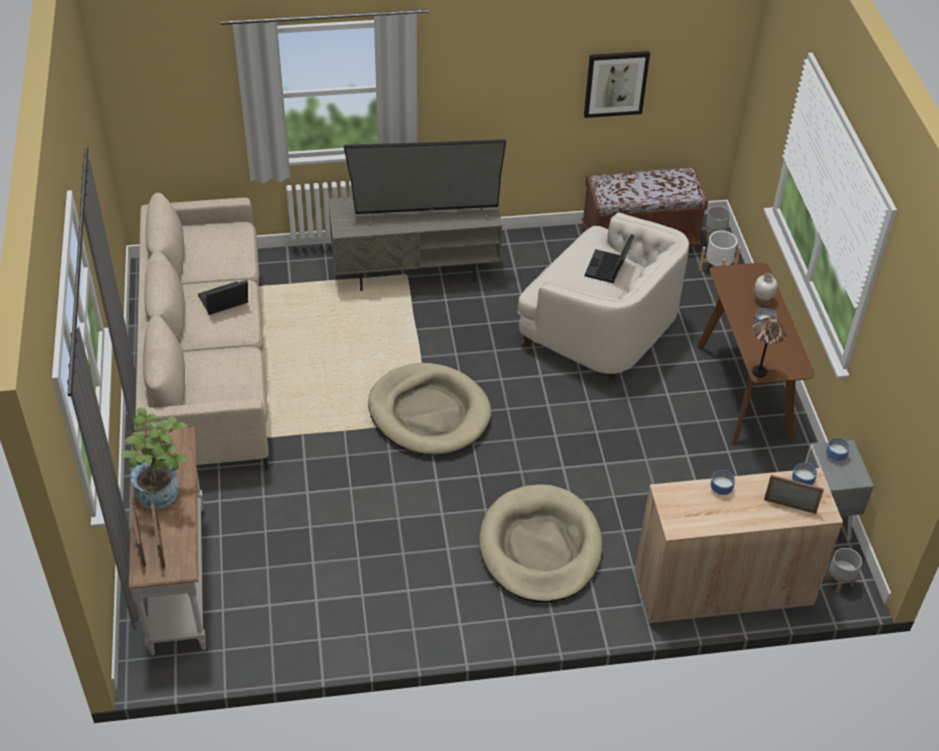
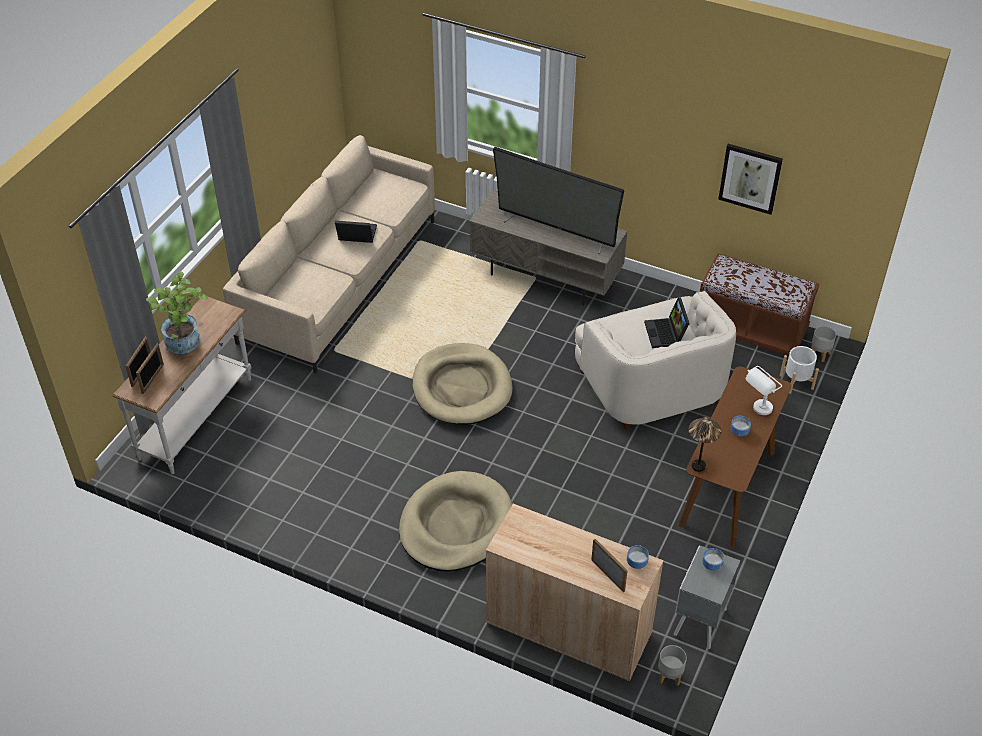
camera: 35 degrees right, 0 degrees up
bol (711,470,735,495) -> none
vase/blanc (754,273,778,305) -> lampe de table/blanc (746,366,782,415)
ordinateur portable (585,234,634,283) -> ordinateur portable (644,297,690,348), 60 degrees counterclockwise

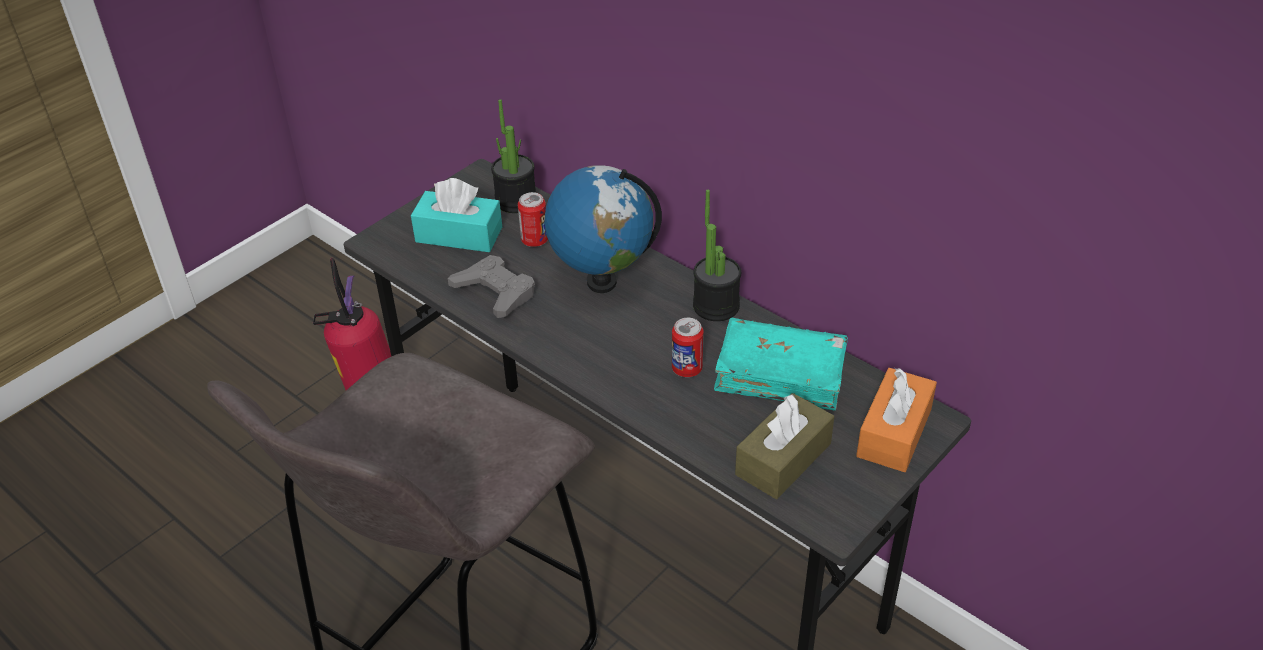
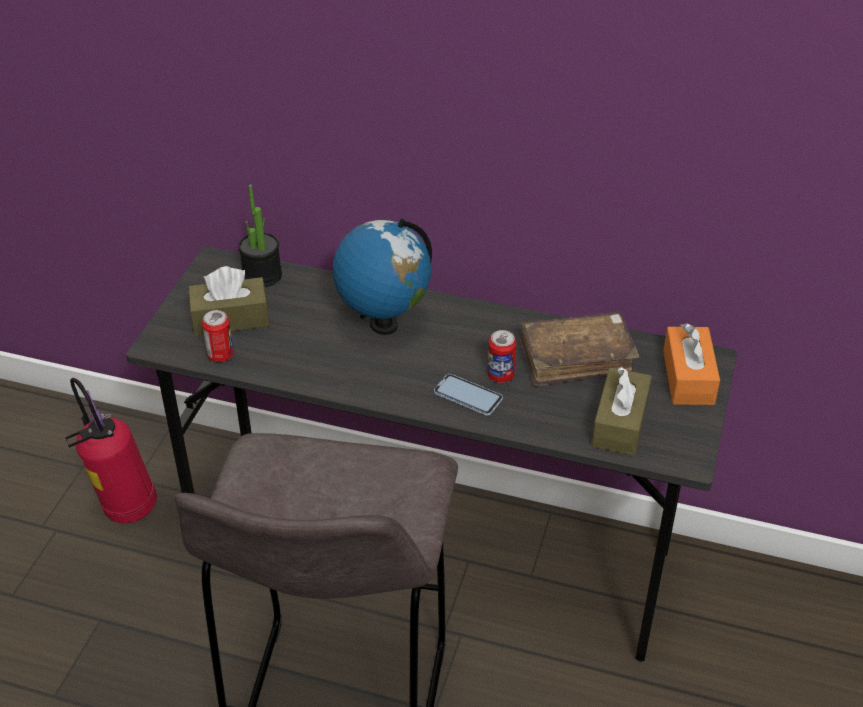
camera: 25 degrees left, 0 degrees up
manette/gris (448,255,535,318) -> none
plante en pot (693,190,741,321) -> none
none -> téléphone (434,374,503,416)
boîte métallique (518,192,548,247) -> boîte métallique (202,310,234,362), relocated
boîte à mouchoirs/turquoise (411,178,502,252) -> boîte à mouchoirs/marron (188,266,269,336)
livre/turquoise (714,318,848,410) -> livre/marron (520,312,639,386)

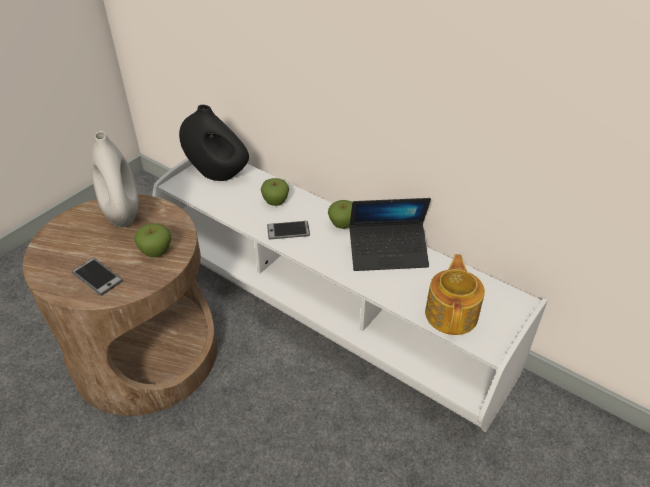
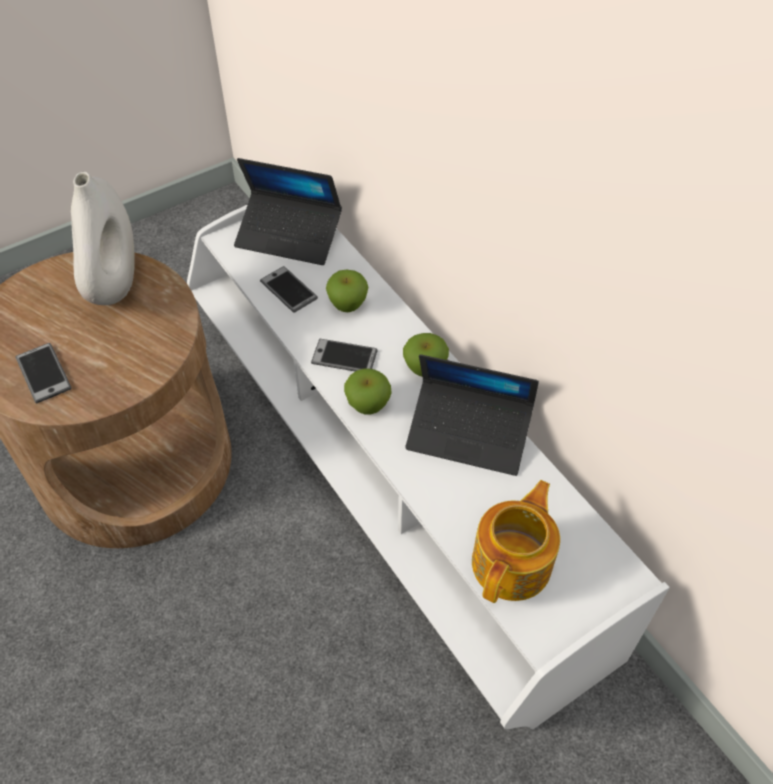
camera: 20 degrees right, 10 degrees up
none -> téléphone (260,266,318,313)
pomme (134,223,171,257) -> pomme (344,368,392,414), relocated
vase/noir (179,105,249,181) -> ordinateur portable (234,158,342,265)

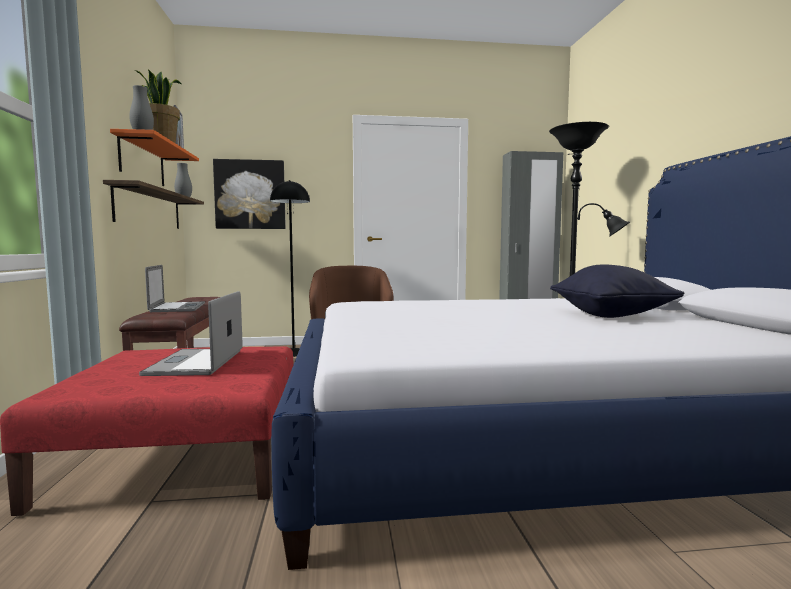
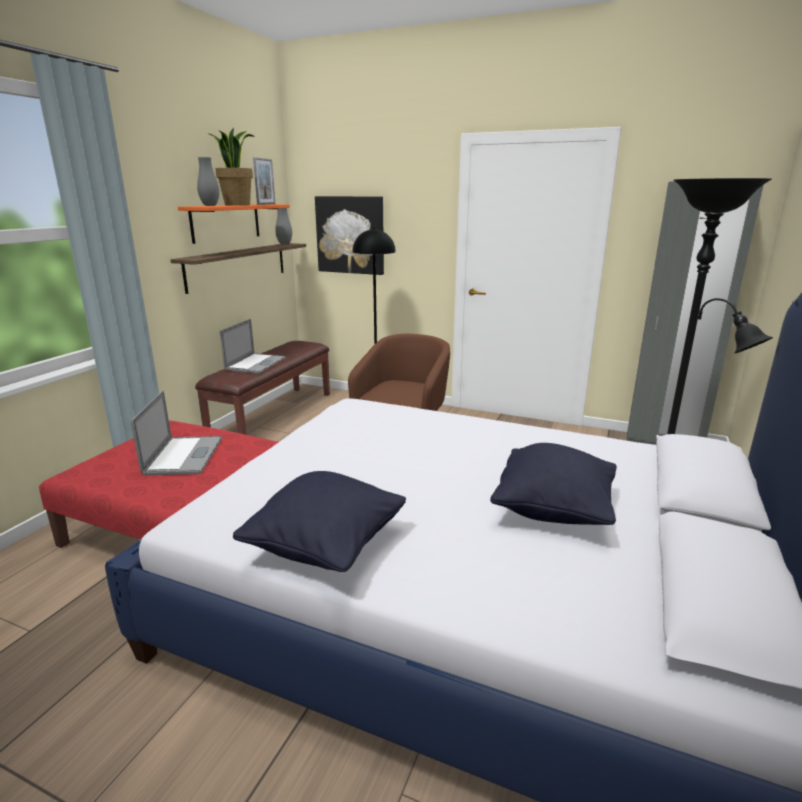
camera: 30 degrees right, 15 degrees up
none -> coussin/noir (233,471,406,572)
ordinateur portable (139,291,243,376) -> ordinateur portable (131,390,222,475), 150 degrees clockwise

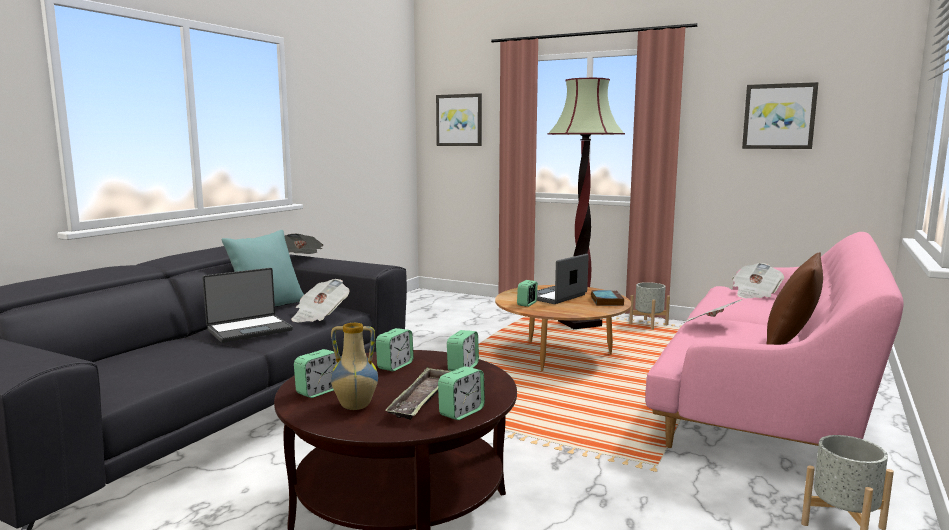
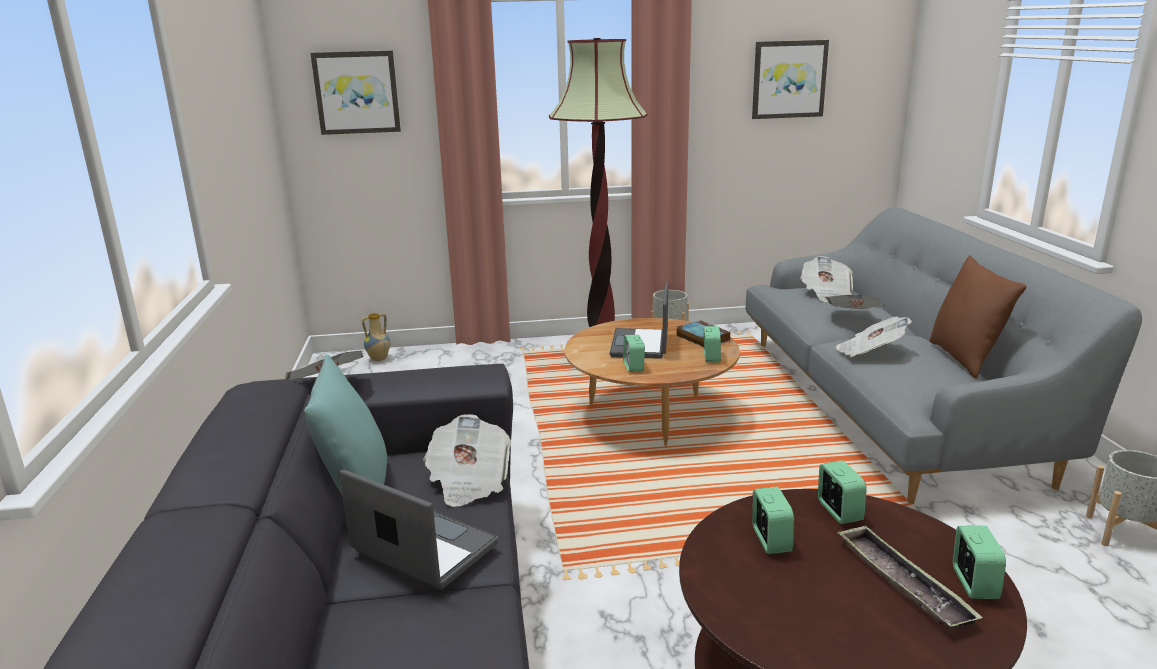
camera: 35 degrees left, 10 degrees up
none -> journal (825,295,885,309)
réveil (294,349,341,398) -> réveil (704,326,721,362), relocated
vase (331,323,378,410) -> vase (362,313,390,361), relocated
canapé/rose (645,232,904,448) -> canapé/gris (746,207,1142,504)
ordinateur portable (202,268,293,343) -> ordinateur portable (339,469,499,589), 75 degrees counterclockwise

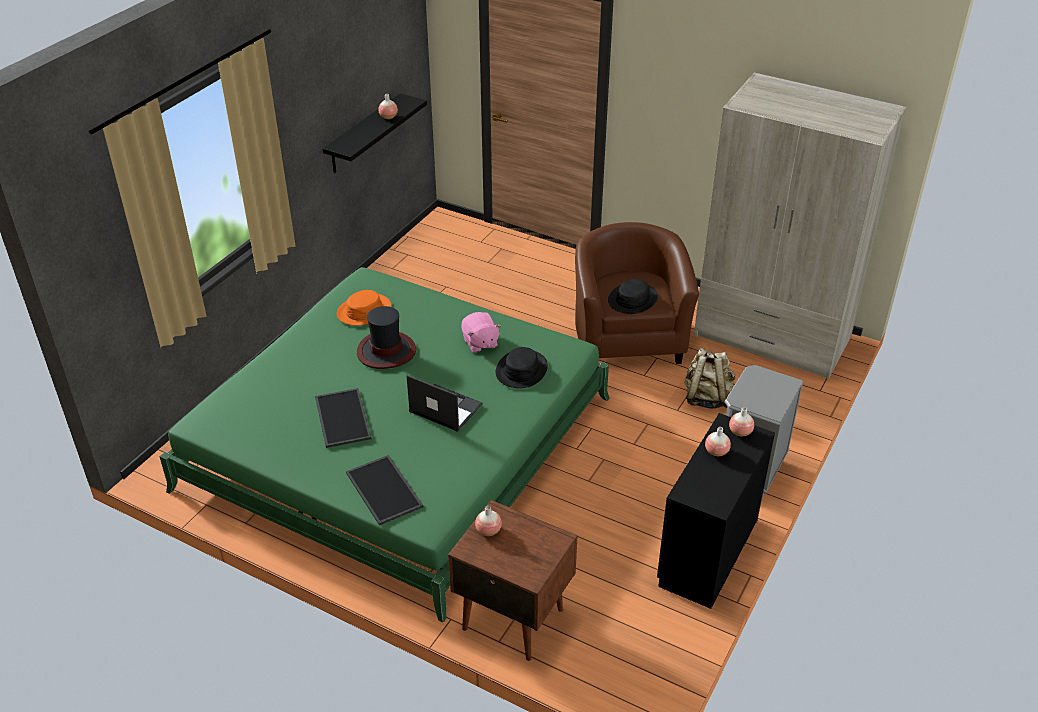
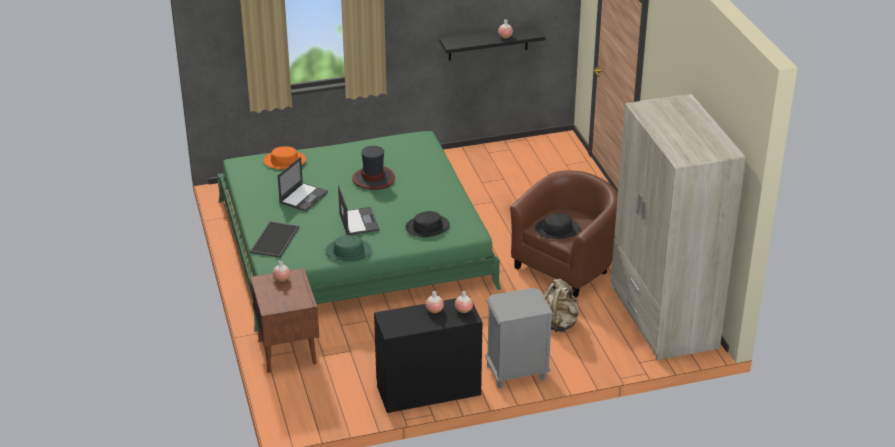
camera: 45 degrees right, 5 degrees down
peluche/rose (461,312,501,353) -> none
none -> chapeau/vert (325,235,372,261)
chapeau/orange (337,290,391,326) -> chapeau/orange (264,146,306,169), relocated
plateau (315,388,371,448) -> ordinateur portable (278,157,328,211)

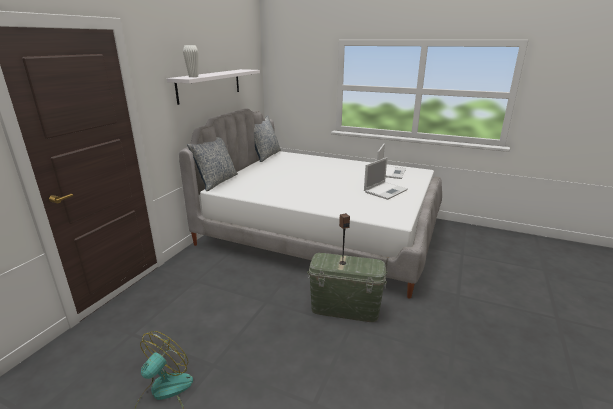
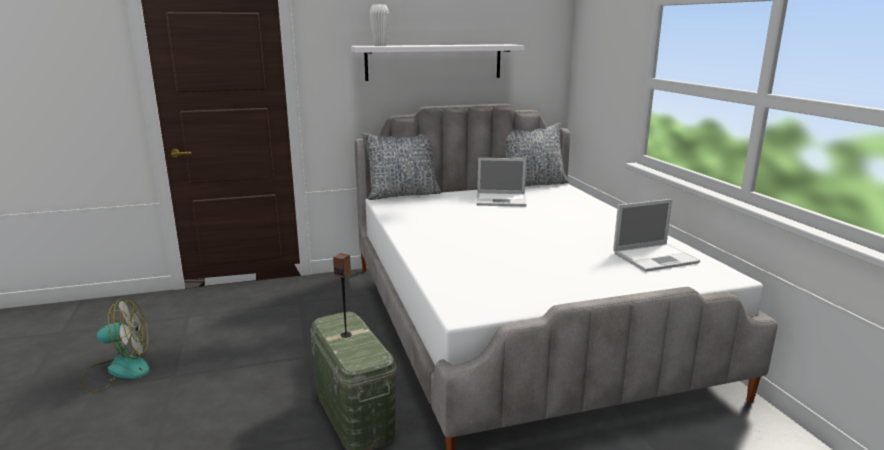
camera: 50 degrees right, 5 degrees down
ordinateur portable (364,157,408,200) -> ordinateur portable (477,158,527,206), relocated

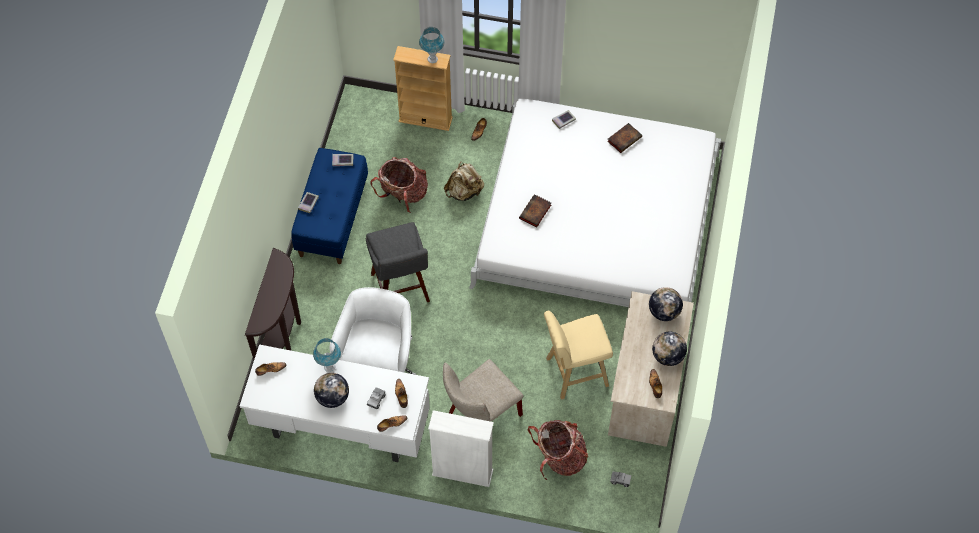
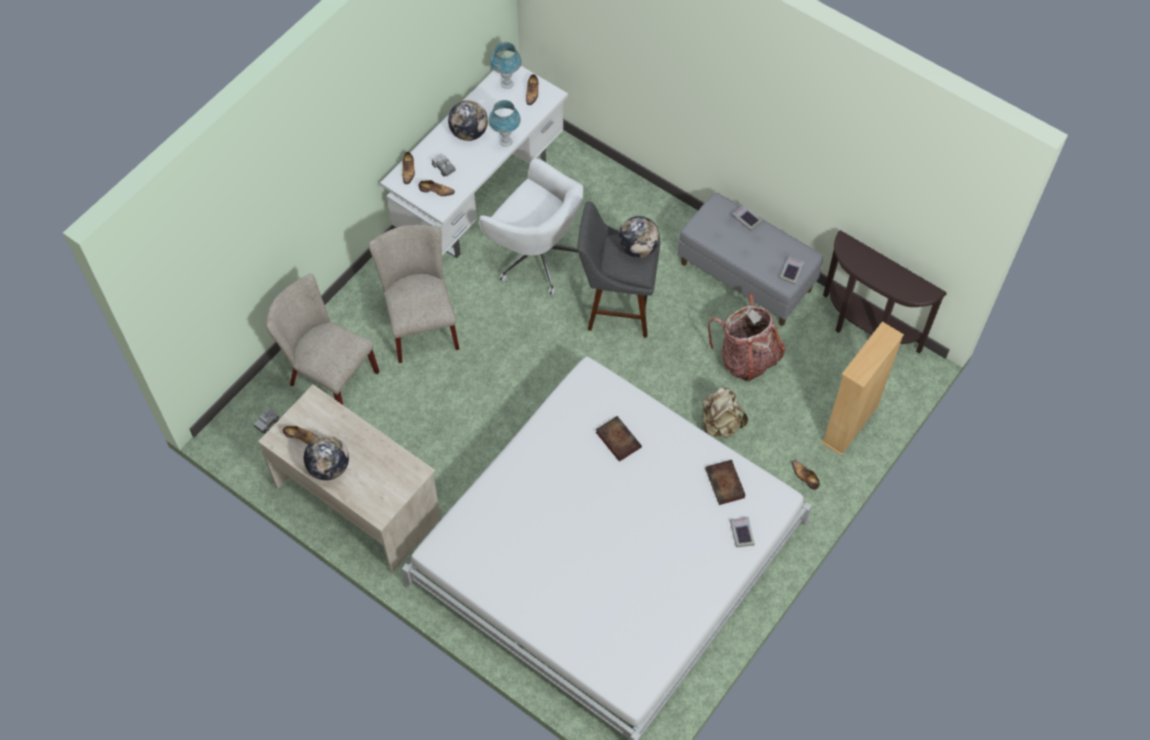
camera: 115 degrees right, 0 degrees up
bibliothèque/blanc (428,410,494,487) -> none
tabouret/beige (544,311,613,400) -> none
table console/marron (245,248,301,359) -> table console/marron (823,230,947,354), relocated
lampe de table/bleu (419,27,445,63) -> lampe de table/bleu (490,42,522,89), relocated
livre (607,123,642,153) -> livre (705,460,746,505), relocated
globe (649,287,683,321) -> globe (618,216,660,258), relocated
sac à dos (528,420,588,480) -> chaise/beige (266,274,380,405)
banc/bleu (291,148,368,264) -> banc/gris (678,192,823,326)

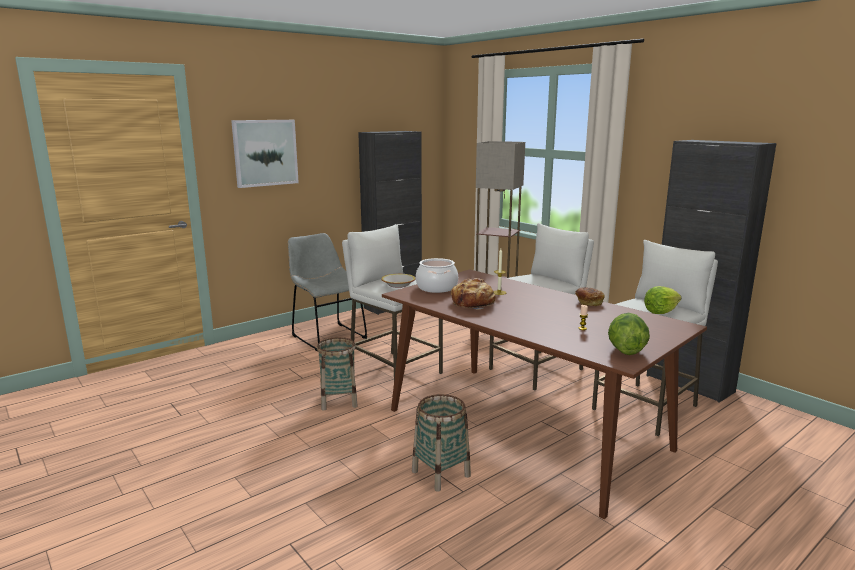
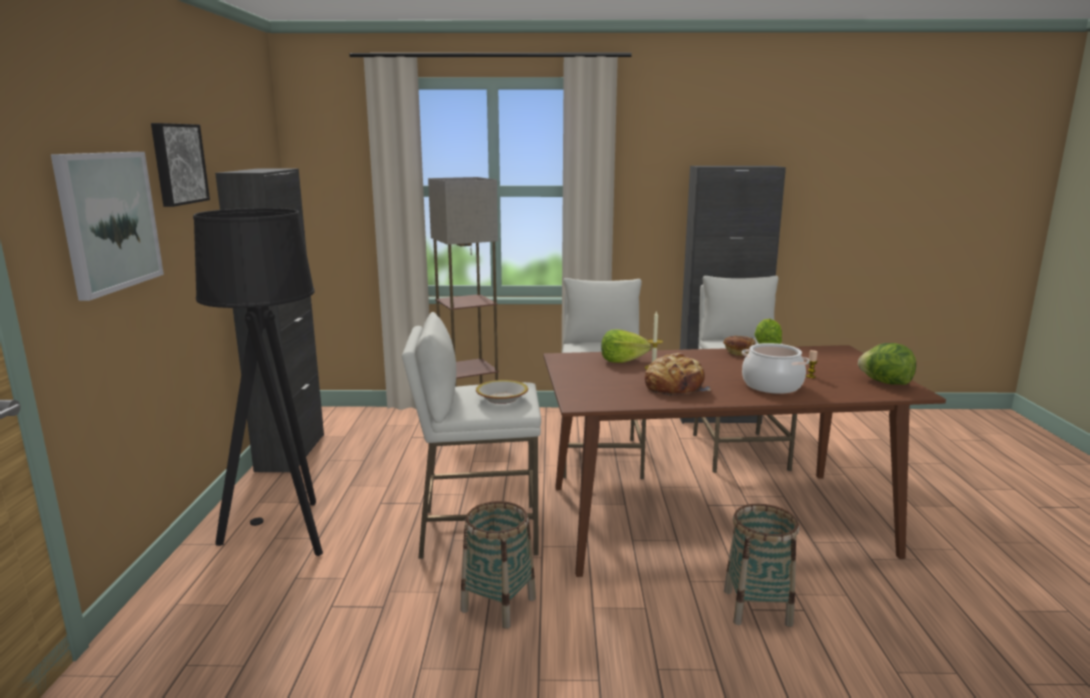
camera: 50 degrees left, 0 degrees up
none -> tableau (151,123,210,207)
none -> laitue (601,330,651,363)
marmite (416,258,458,293) -> marmite (742,343,810,394), relocated
chaise/gris (288,233,367,351) -> lampadaire/noir (193,208,323,556)

